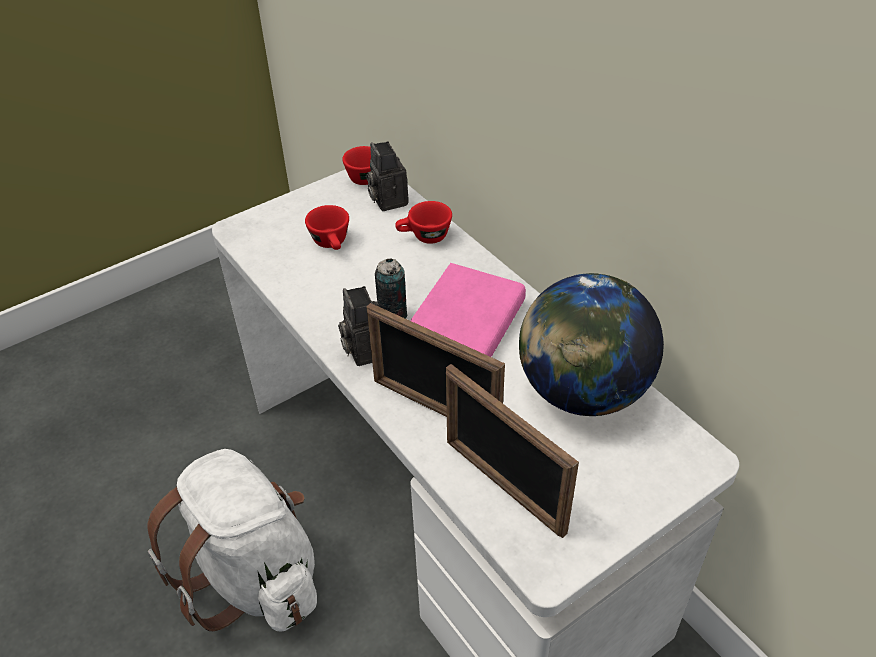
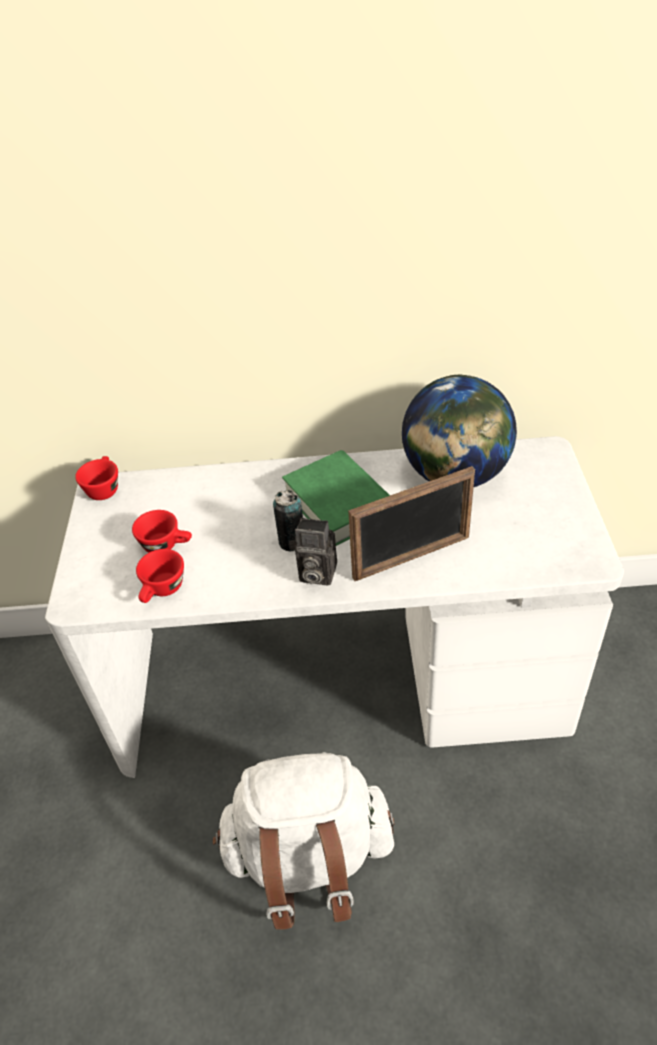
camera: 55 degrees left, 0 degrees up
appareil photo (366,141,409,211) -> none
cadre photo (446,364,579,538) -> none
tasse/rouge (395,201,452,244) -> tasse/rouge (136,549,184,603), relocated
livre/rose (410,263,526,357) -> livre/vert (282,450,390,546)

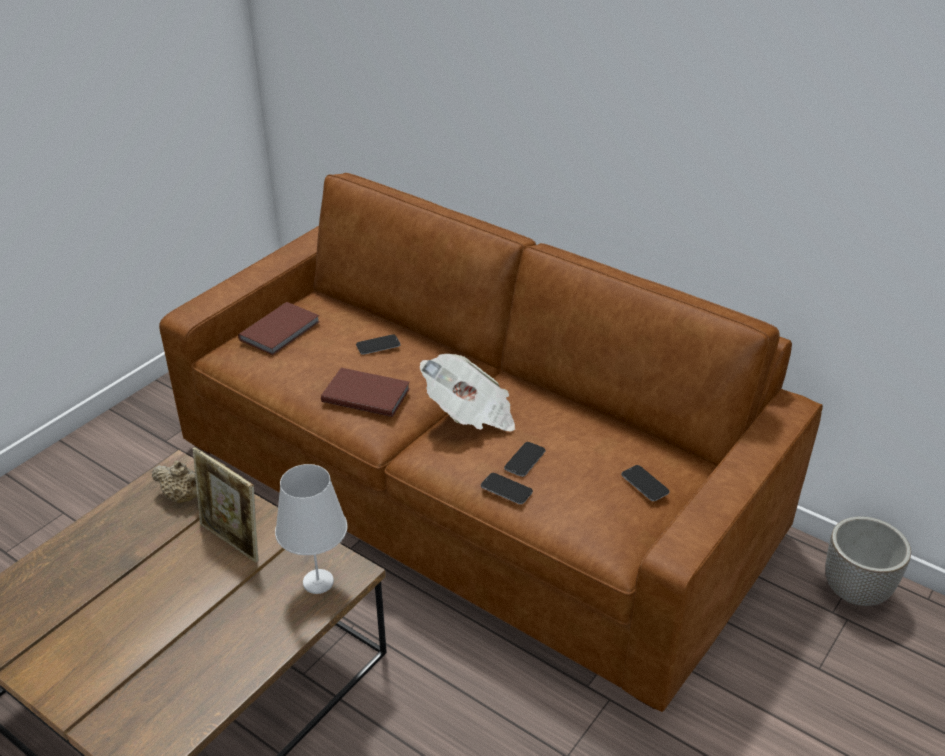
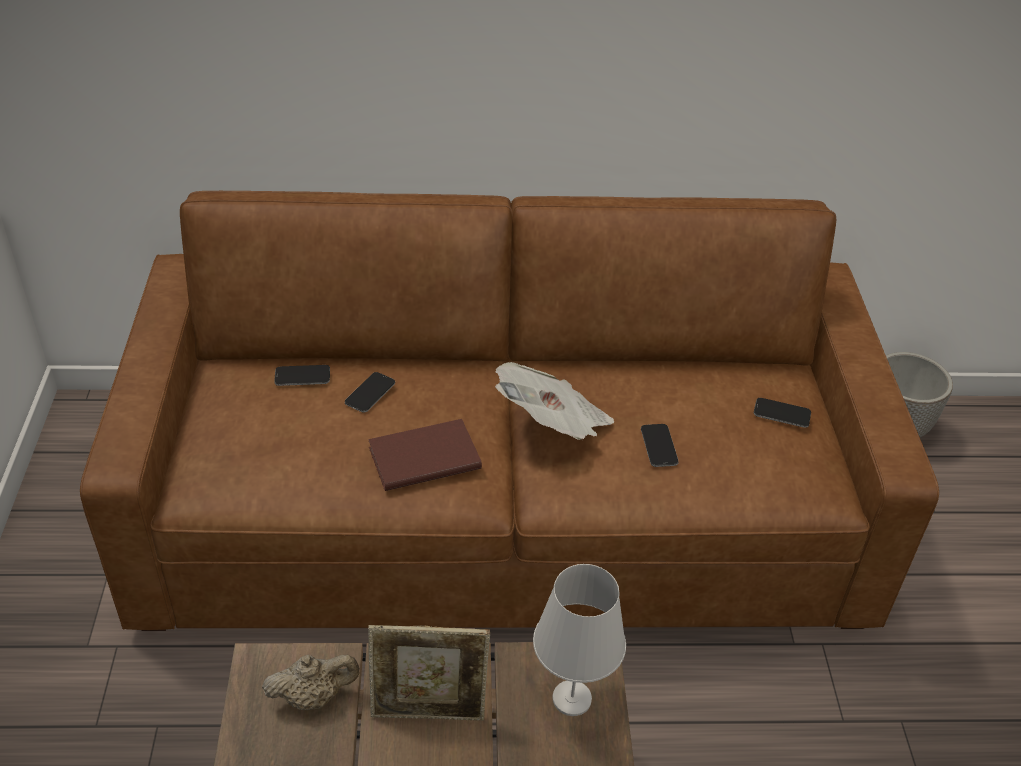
camera: 40 degrees left, 5 degrees up
livre/marron (238,302,320,355) -> none
téléphone (481,473,533,504) -> téléphone (274,365,330,386), relocated

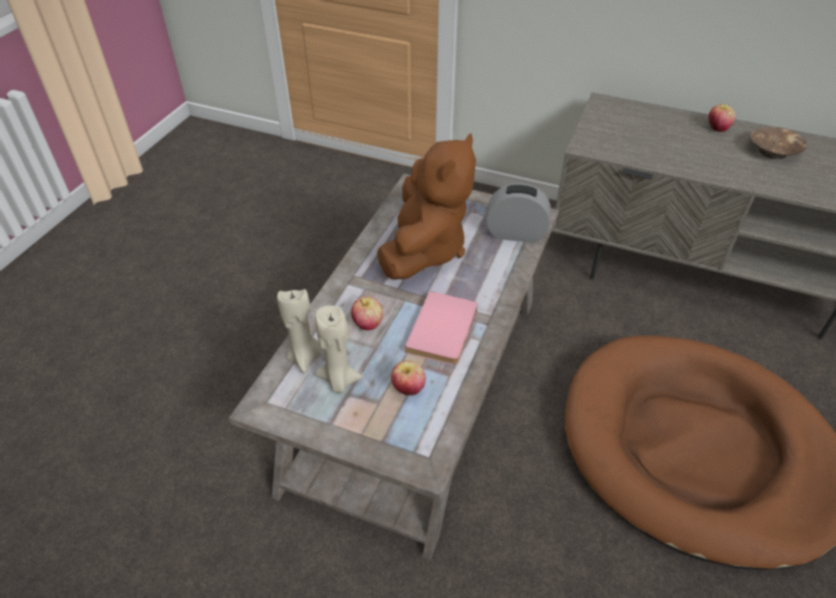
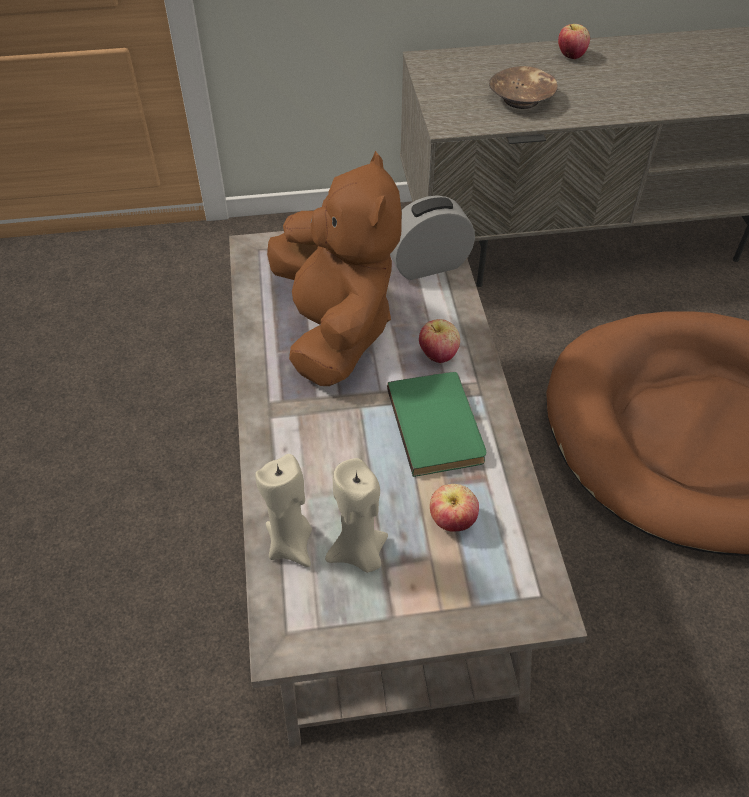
camera: 30 degrees left, 5 degrees up
pomme (351,297,383,330) -> pomme (419,319,460,363), relocated
bol/marron (749,127,807,159) -> bol/marron (489,66,558,109), relocated
livre/rose (404,291,478,365) -> livre/vert (387,372,486,477)

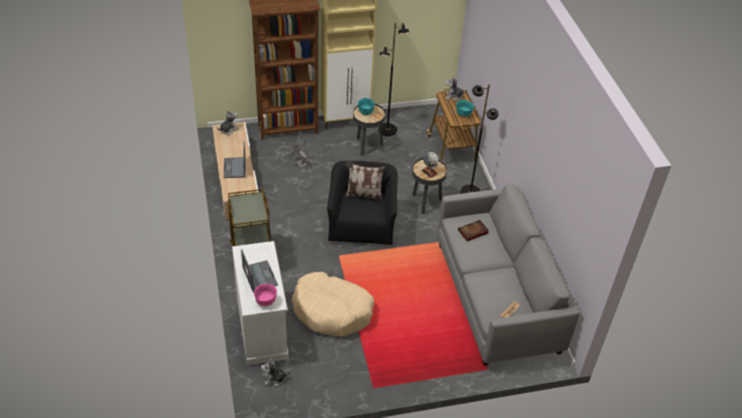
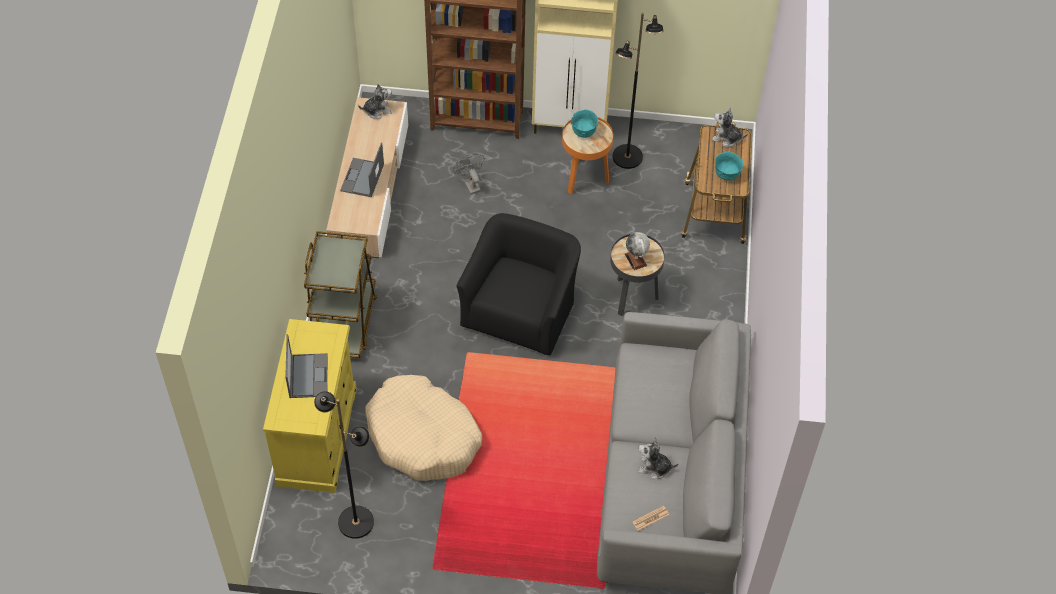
camera: 20 degrees right, 10 degrees up
bol/rose (254,284,277,306) -> none
coussin (345,161,385,201) -> none
livre (458,220,489,241) -> none
peluche (261,357,290,387) -> peluche (638,437,678,479), relocated
lampadaire/noir (460,84,499,194) -> lampadaire/noir (314,391,374,539), relocated
commode/blanc (232,241,289,366) -> commode/jaune (263,319,357,493)
table d'appoint/noir (353,104,385,156) -> table d'appoint/orange (562,117,613,194)

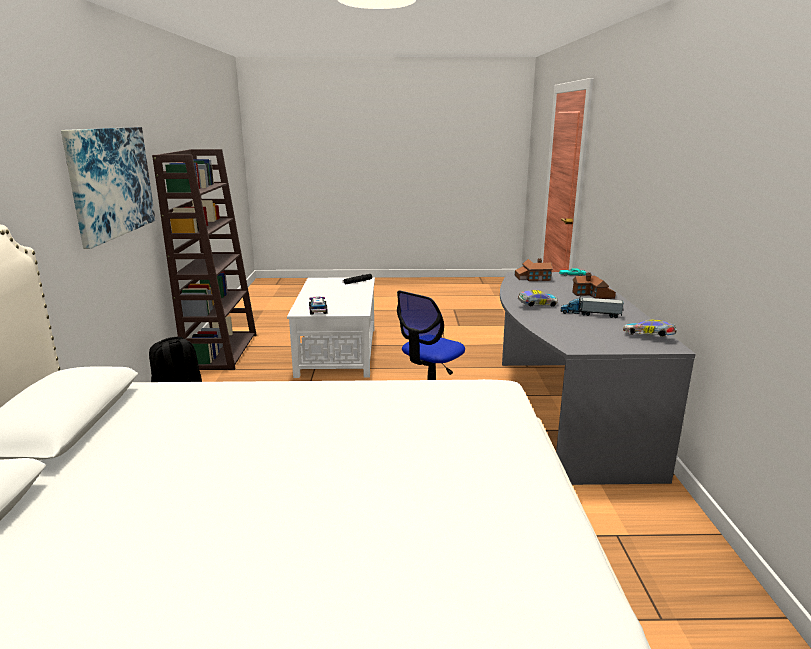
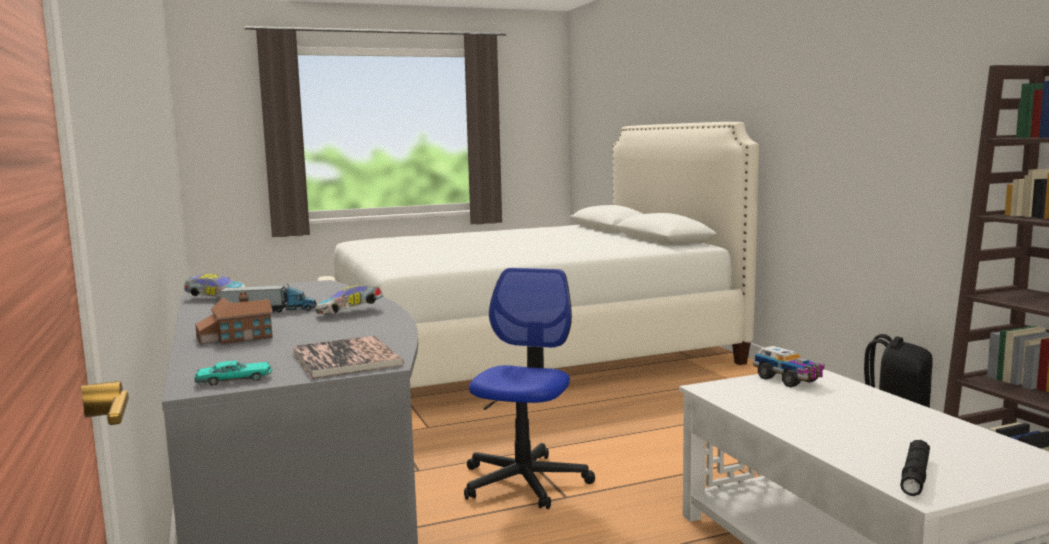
camera: 160 degrees right, 10 degrees down
tableau (61,127,155,249) -> none
maison miniature (515,258,553,281) -> livre (292,336,404,379)

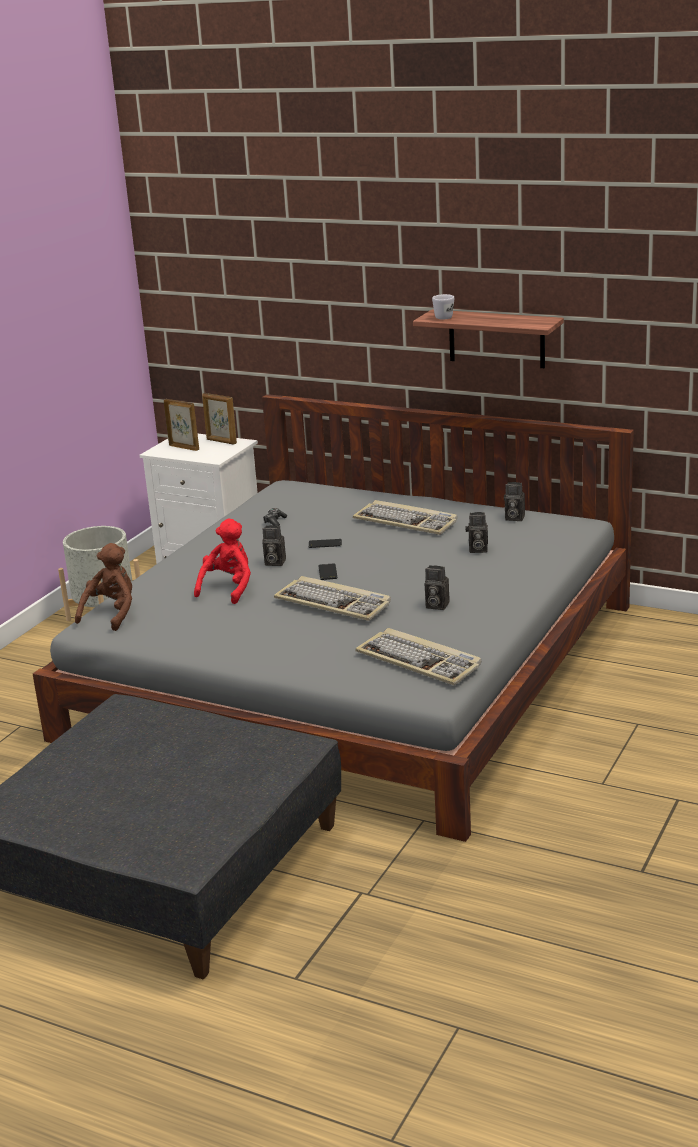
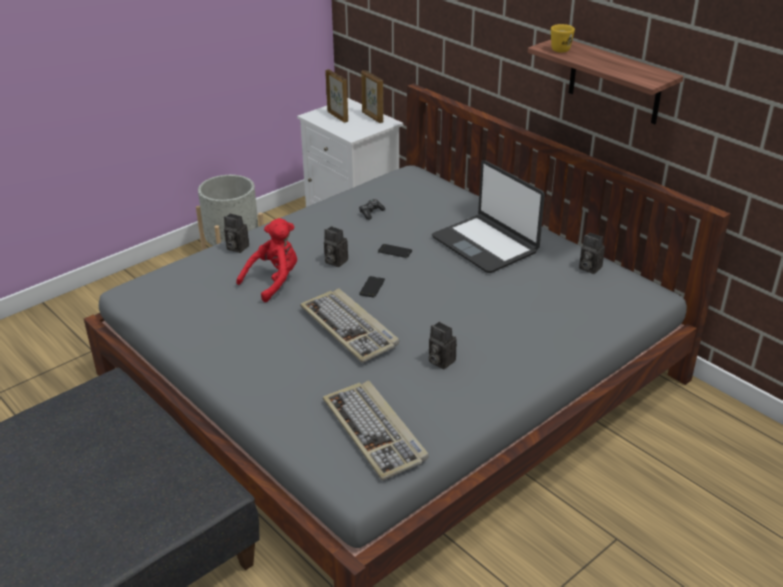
camera: 20 degrees right, 10 degrees up
peluche/marron (75,543,132,631) -> none
appareil photo (465,512,488,553) -> appareil photo (224,213,249,253), relocated
clavier (353,500,457,535) -> ordinateur portable (432,160,545,273)
mug/blanc (432,294,454,320) -> mug/jaune (551,24,575,52)

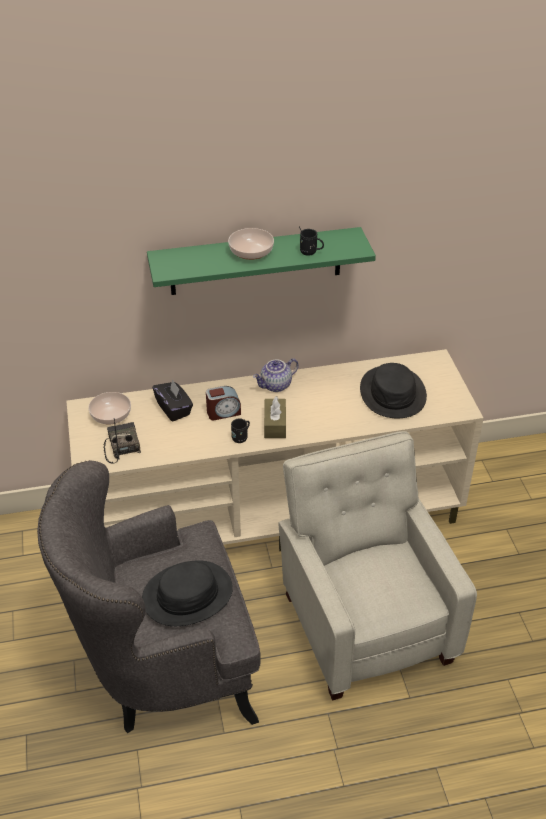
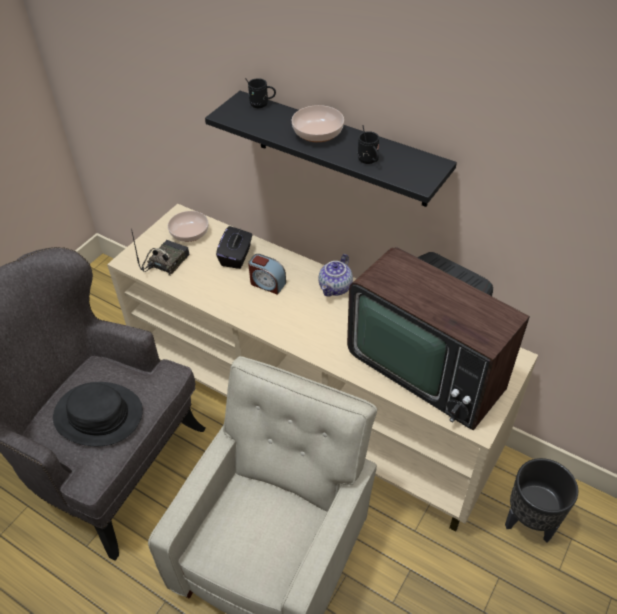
camera: 45 degrees right, 5 degrees up
boîte à mouchoirs/marron (264,396,286,438) -> none
none -> cache-pot/noir (505,458,578,543)
mug/noir (231,418,250,443) -> mug/noir (245,78,276,108), relocated
chapeau/noir (360,363,427,418) -> téléviseur (347,247,530,431)
étagère/vert (147,227,376,295) -> étagère/noir (205,91,457,207)
théière (253,358,299,392) -> théière (318,254,353,297), 75 degrees counterclockwise

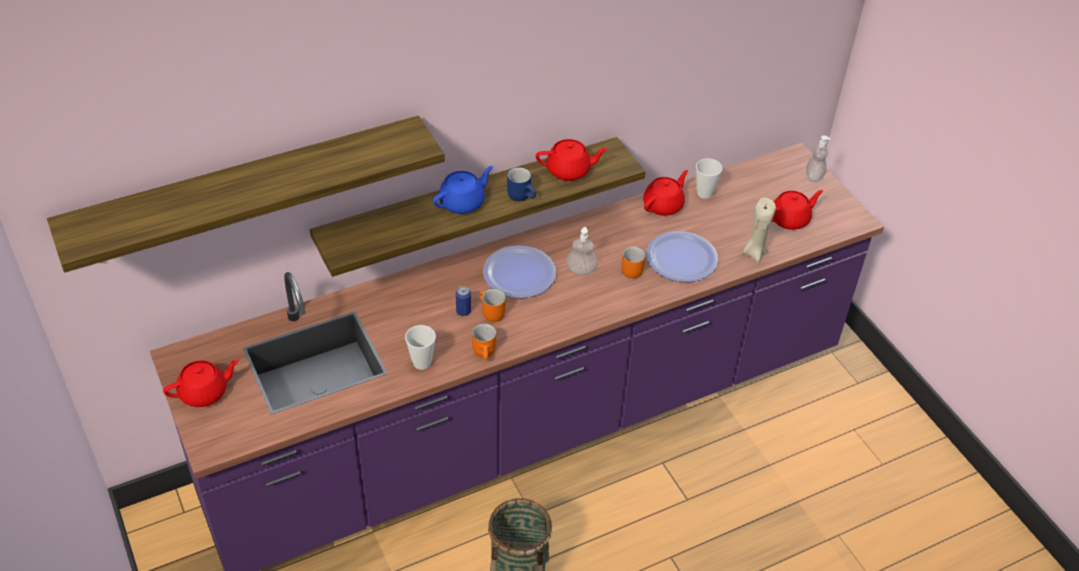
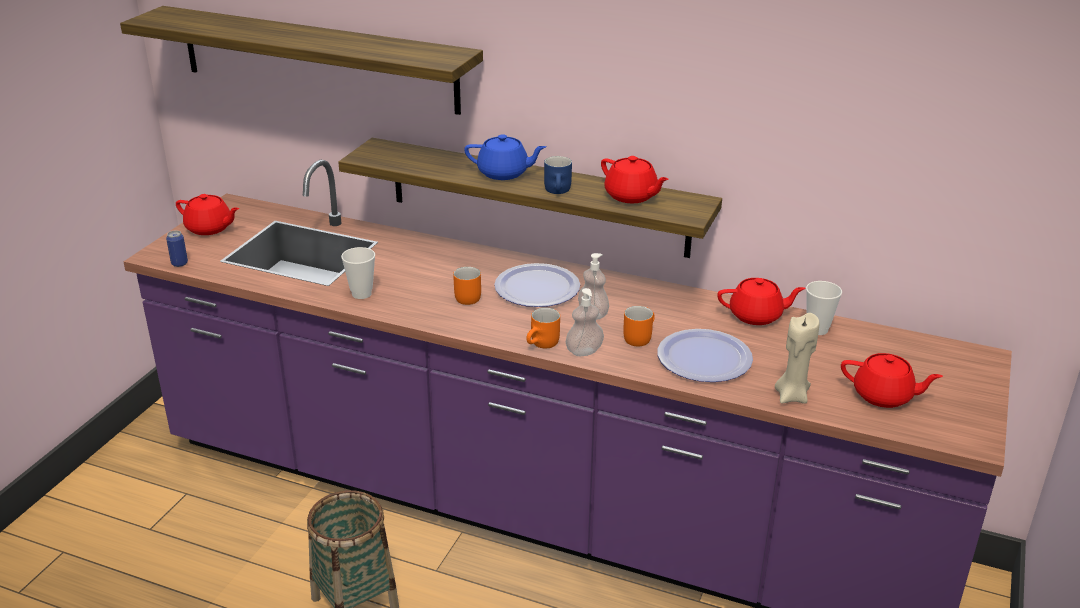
camera: 50 degrees right, 15 degrees down
boîte métallique (456,286,471,316) -> boîte métallique (166,230,188,267), relocated
mug/orange (472,324,496,360) -> mug/orange (526,308,560,348), relocated
distributeur de savon (806,135,831,182) -> distributeur de savon (566,288,604,356), relocated

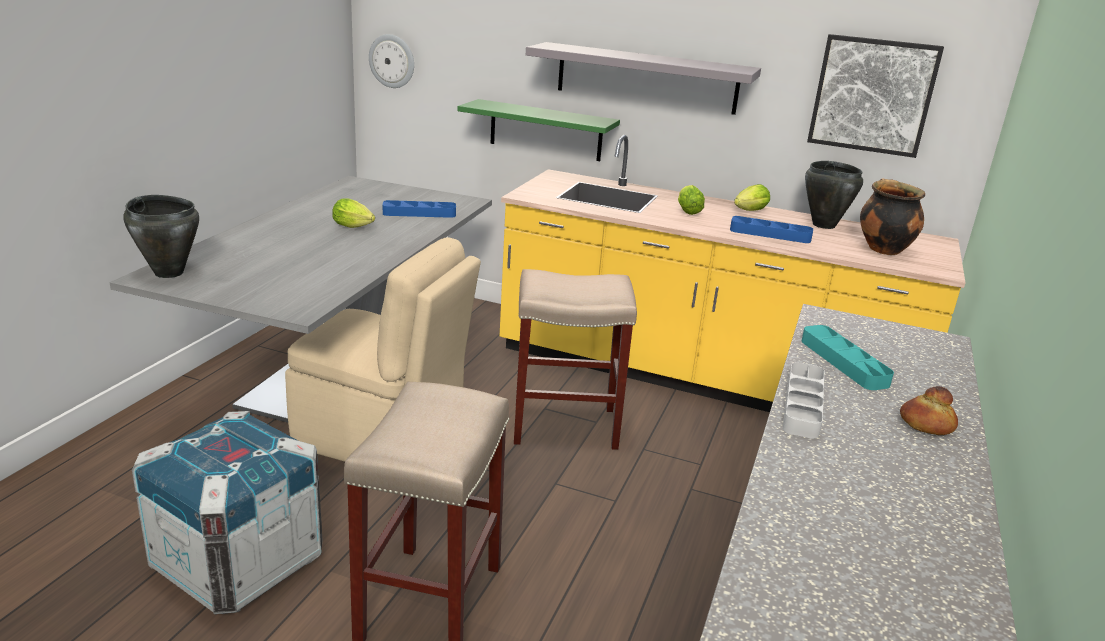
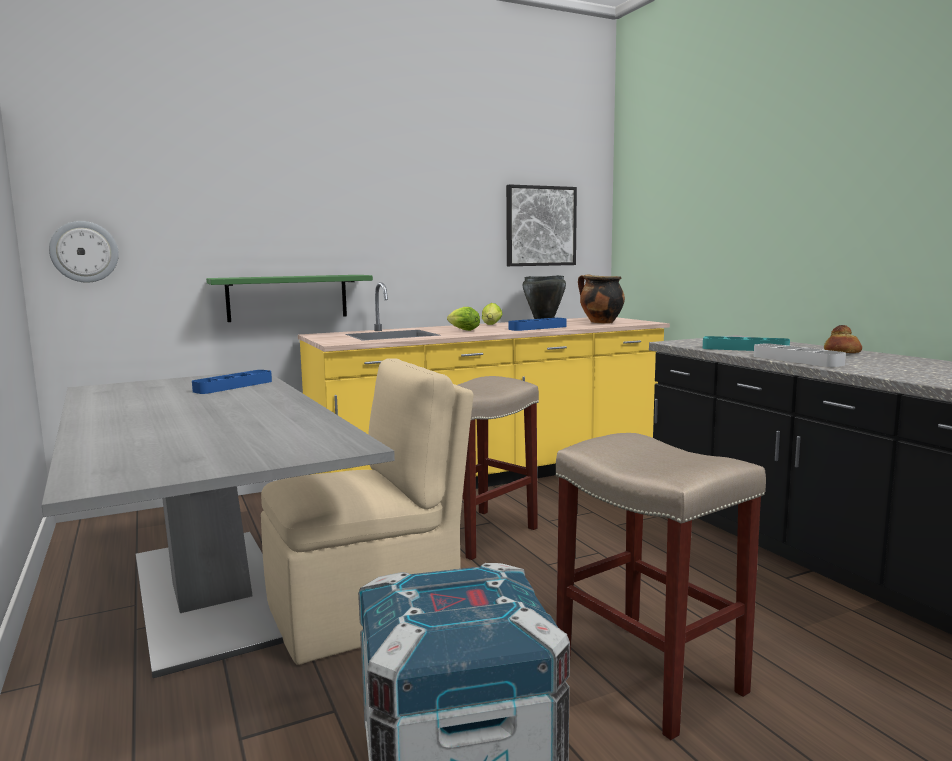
camera: 45 degrees left, 15 degrees down
marmite/noir (123,195,199,278) -> none
laitue (332,198,375,228) -> none
étagère/gris (526,42,761,115) -> none

